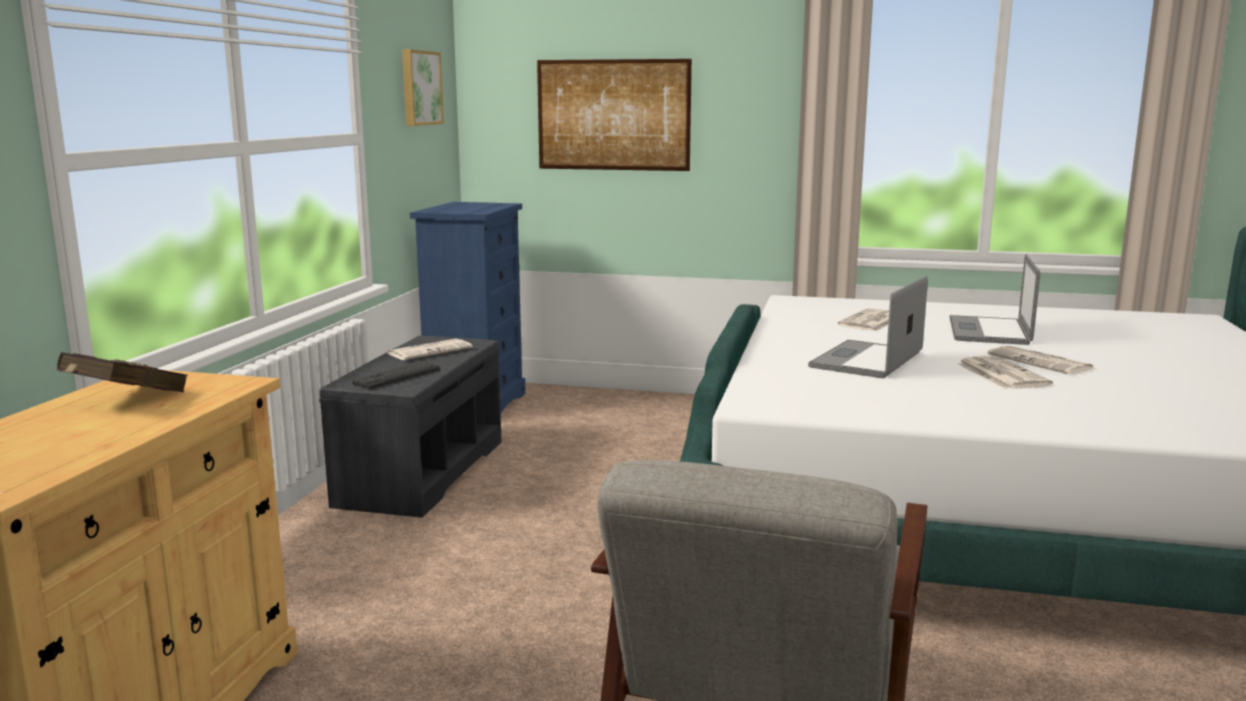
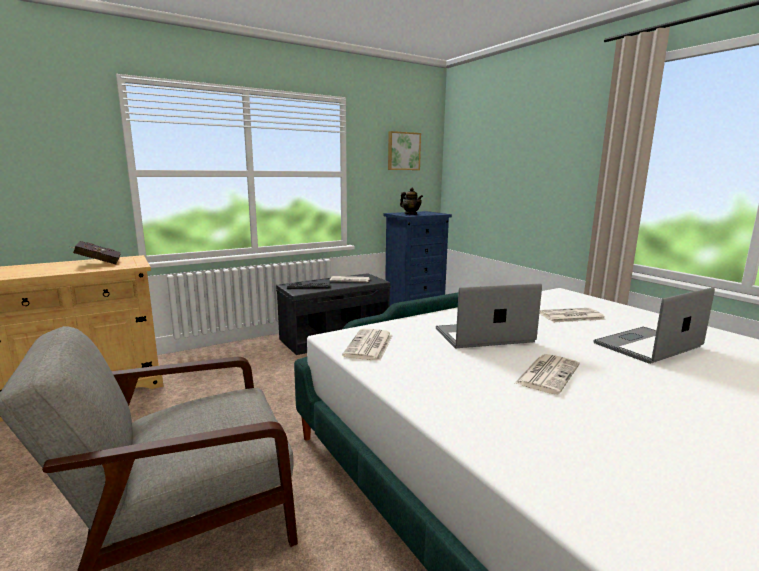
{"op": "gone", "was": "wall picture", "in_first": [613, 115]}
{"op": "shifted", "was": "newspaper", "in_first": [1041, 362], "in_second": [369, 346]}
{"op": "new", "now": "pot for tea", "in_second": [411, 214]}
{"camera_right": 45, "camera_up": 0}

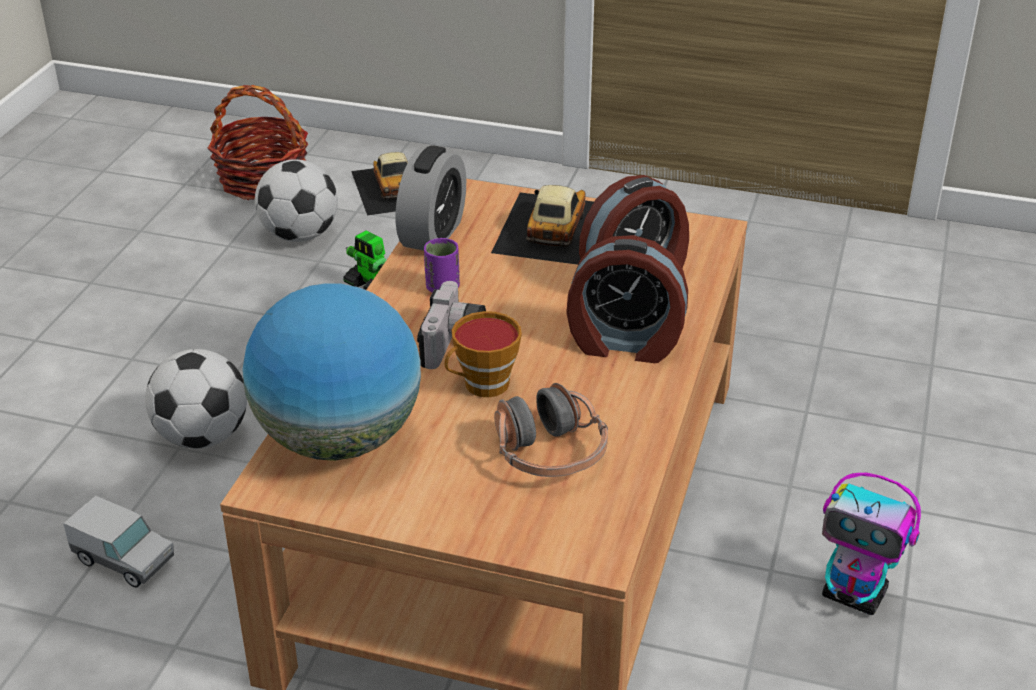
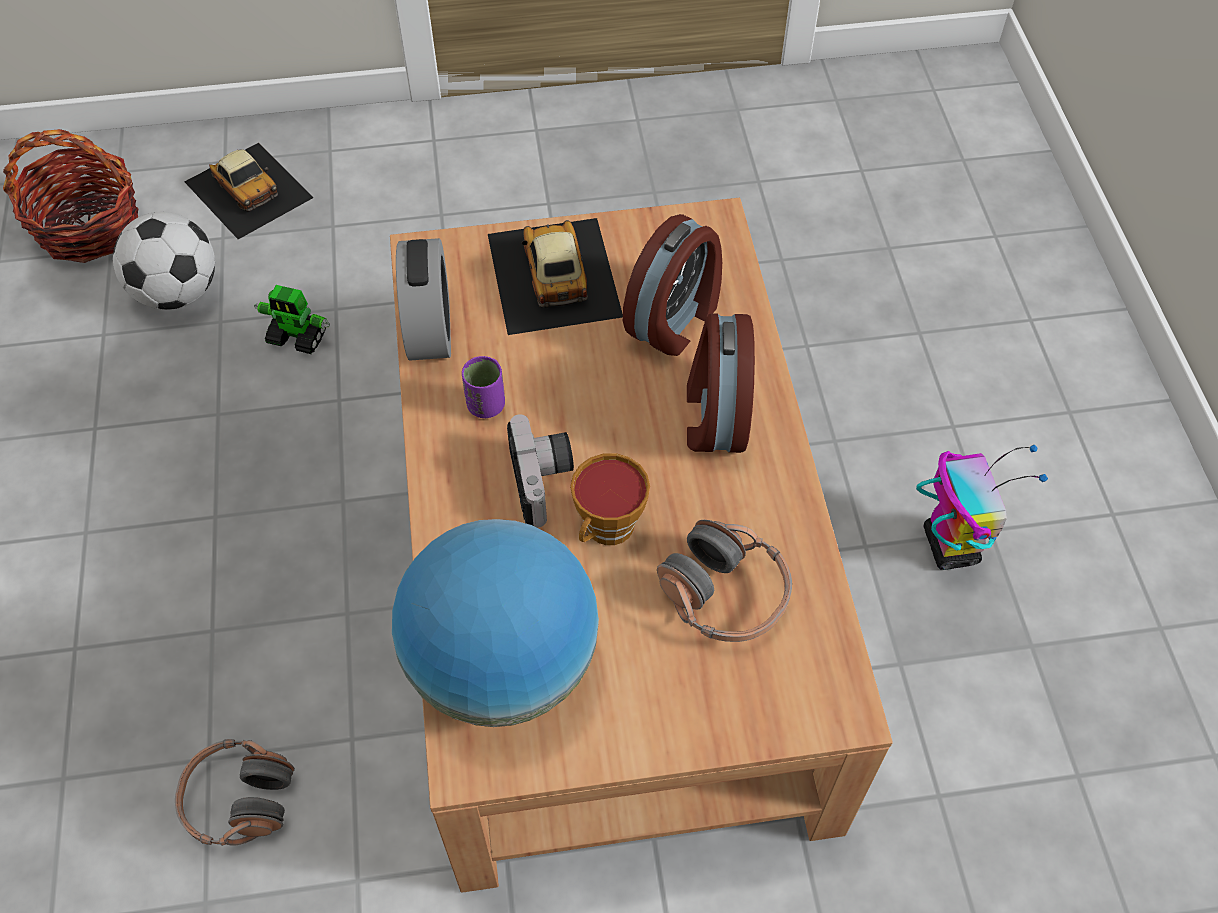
{"op": "swapped", "was": "model truck", "now": "headset", "in_first": [124, 560], "in_second": [239, 799]}
{"op": "gone", "was": "football", "in_first": [203, 436]}
{"op": "rotated", "was": "bedside clock", "in_first": [624, 344], "in_second": [714, 415], "clockwise": 105}
{"op": "rotated", "was": "model robot", "in_first": [855, 595], "in_second": [949, 545], "clockwise": -105}
{"camera_right": -25, "camera_up": 20}

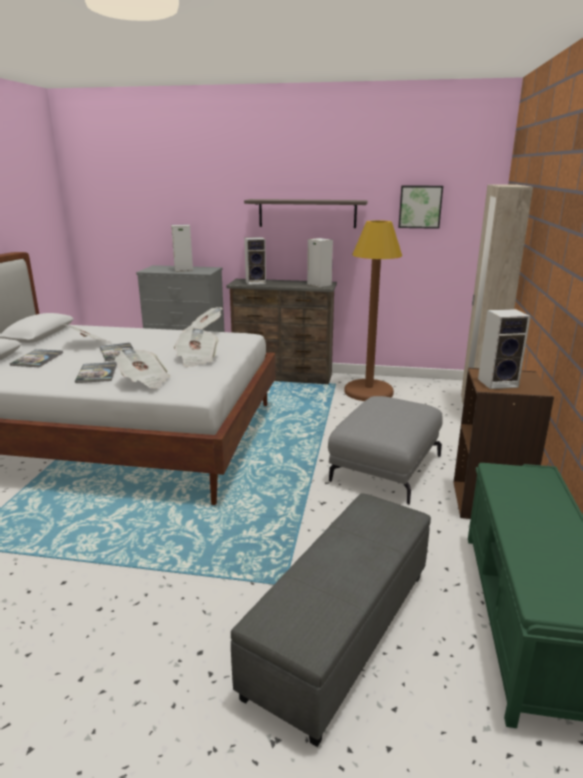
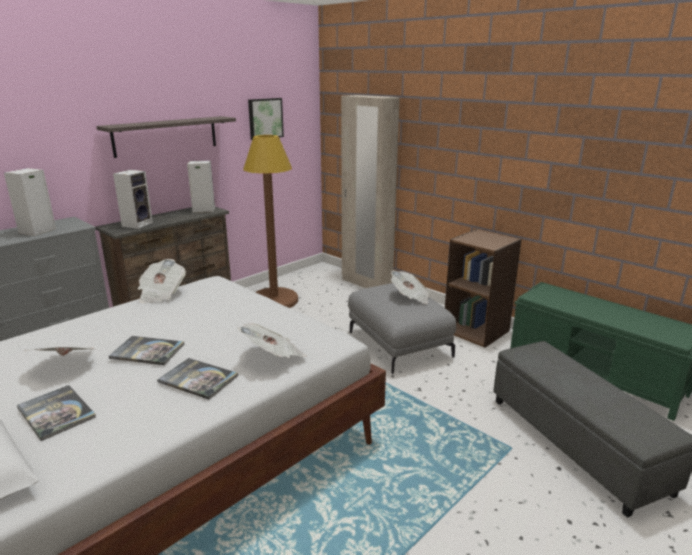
{"op": "shifted", "was": "newspaper", "in_first": [196, 359], "in_second": [410, 297]}
{"op": "gone", "was": "audio speaker", "in_first": [498, 383]}
{"camera_right": -55, "camera_up": 0}

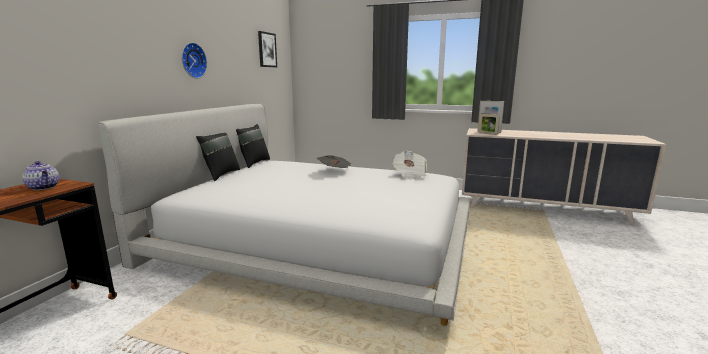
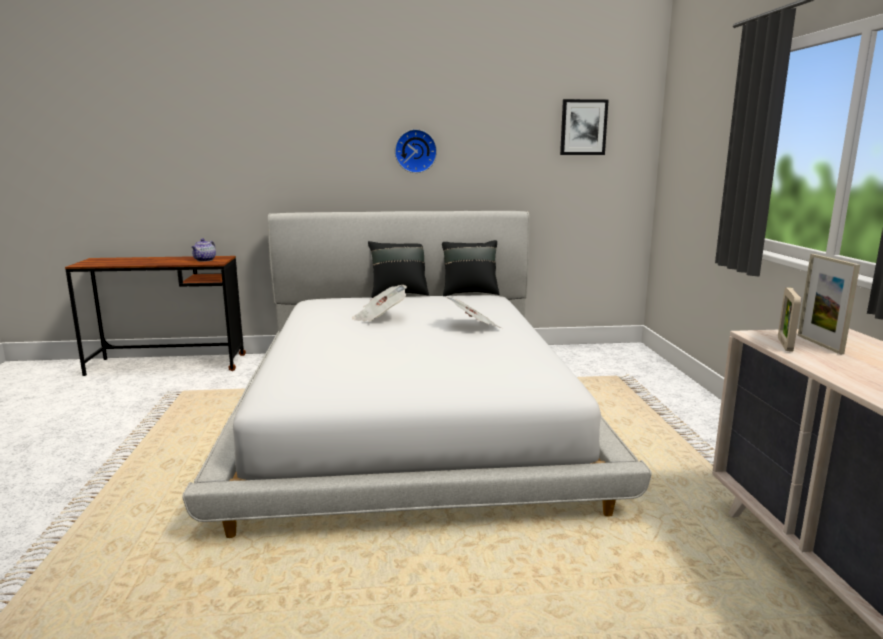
{"op": "shifted", "was": "newspaper", "in_first": [409, 175], "in_second": [380, 318]}
{"camera_right": 65, "camera_up": 0}

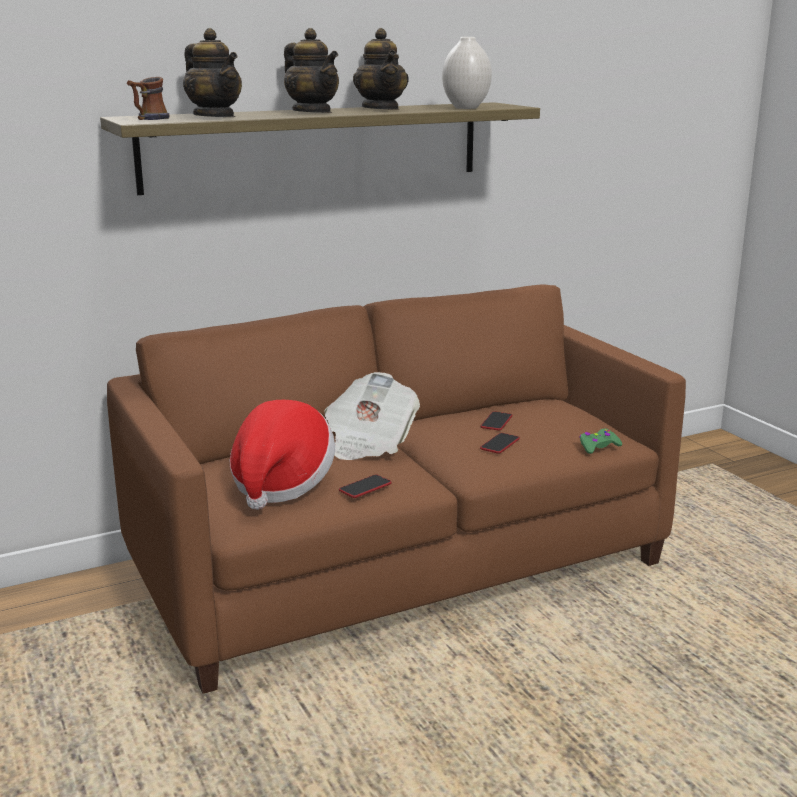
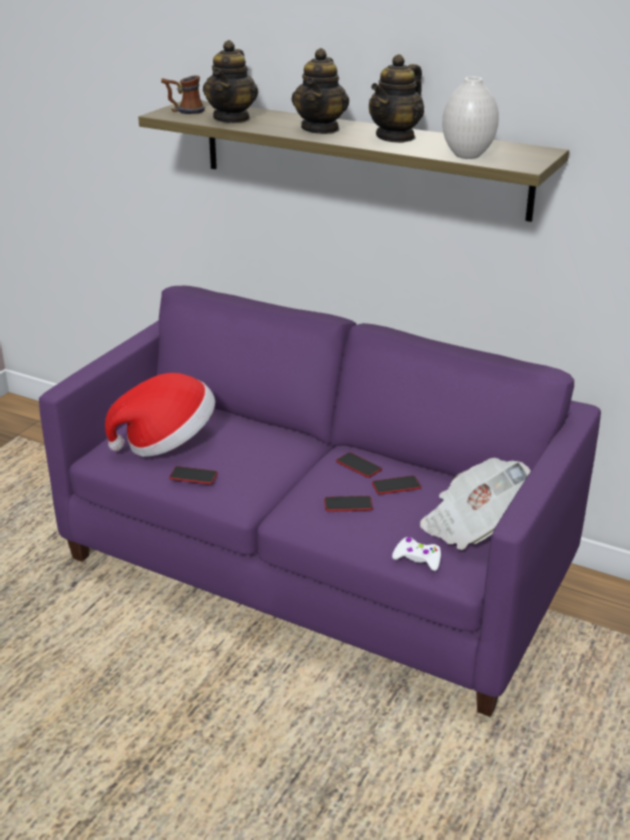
{"op": "repainted", "was": "brown-coloured couch", "now": "purple couch", "in_first": [399, 566], "in_second": [317, 567]}
{"op": "shifted", "was": "newspaper", "in_first": [368, 442], "in_second": [473, 525]}
{"op": "repainted", "was": "green joypad", "now": "white-coloured joypad", "in_first": [598, 446], "in_second": [417, 558]}
{"op": "new", "now": "phone", "in_second": [358, 466]}
{"camera_right": 55, "camera_up": 10}

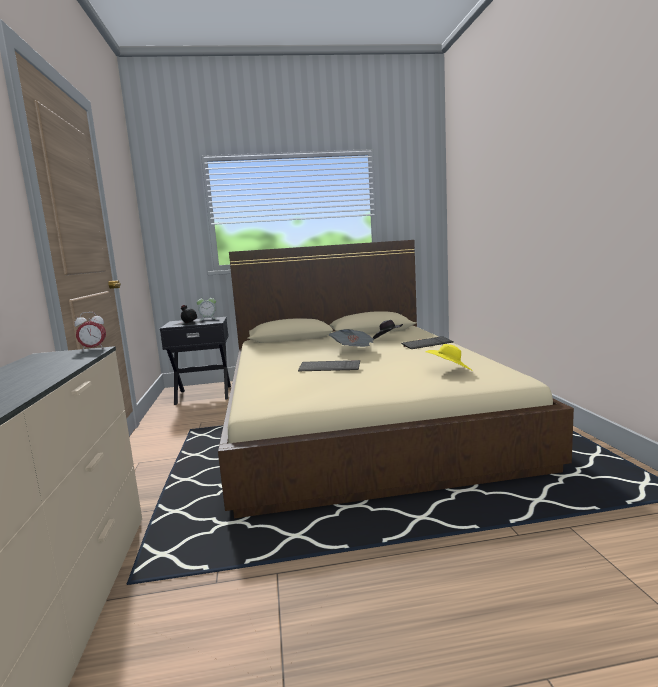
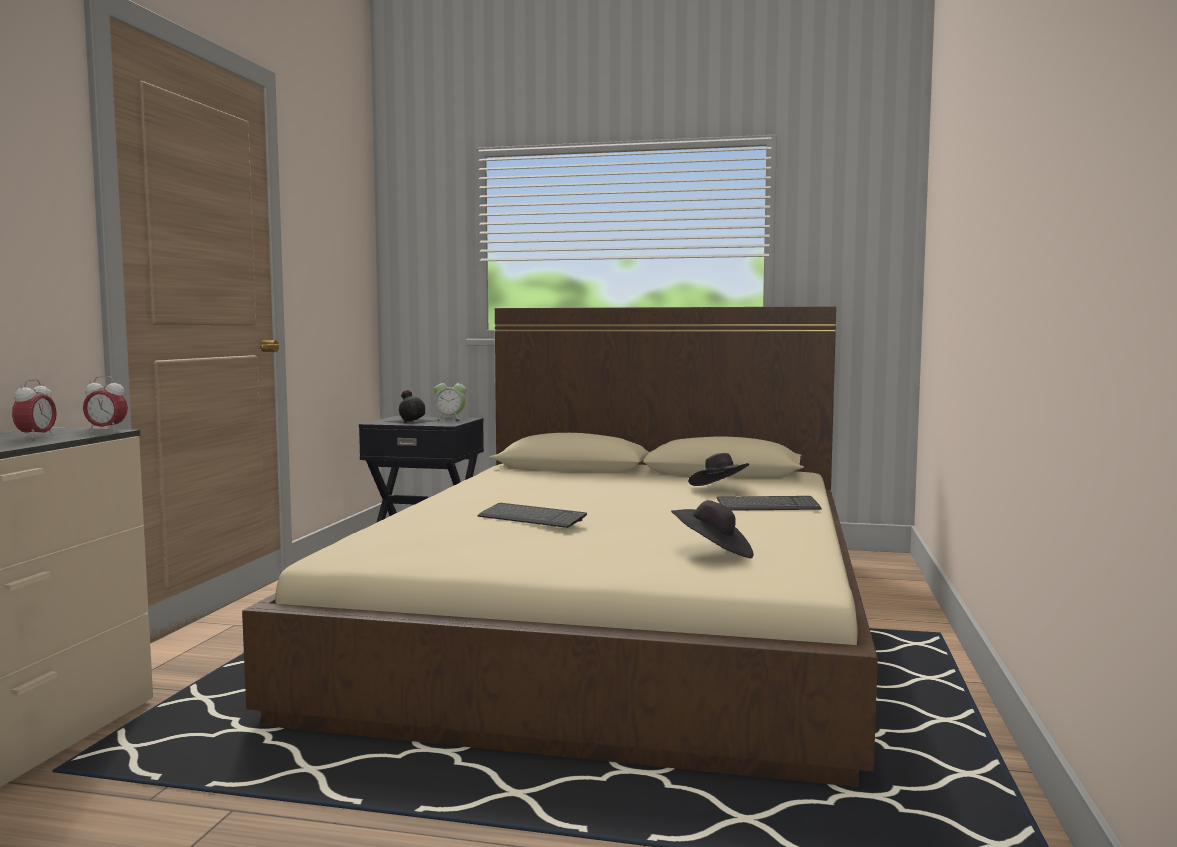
{"op": "gone", "was": "newspaper", "in_first": [353, 351]}
{"op": "repainted", "was": "yellow-coloured clothing hat", "now": "black-coloured clothing hat", "in_first": [449, 371], "in_second": [713, 553]}
{"op": "new", "now": "bedside clock", "in_second": [36, 437]}
{"camera_right": 20, "camera_up": -5}

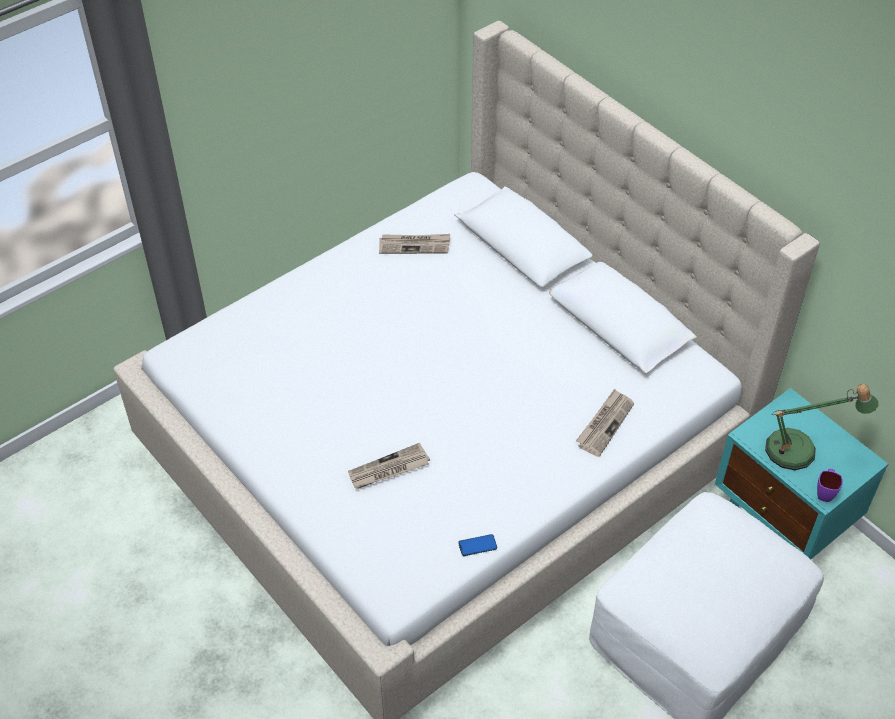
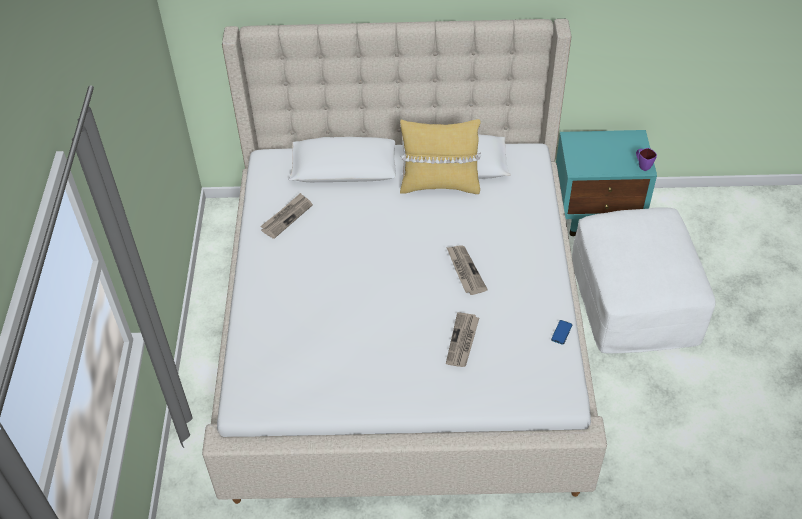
{"op": "shifted", "was": "newspaper", "in_first": [605, 424], "in_second": [465, 271]}
{"op": "gone", "was": "table lamp", "in_first": [799, 451]}
{"op": "new", "now": "yellow-coloured pillow", "in_second": [439, 184]}
{"camera_right": -50, "camera_up": 0}

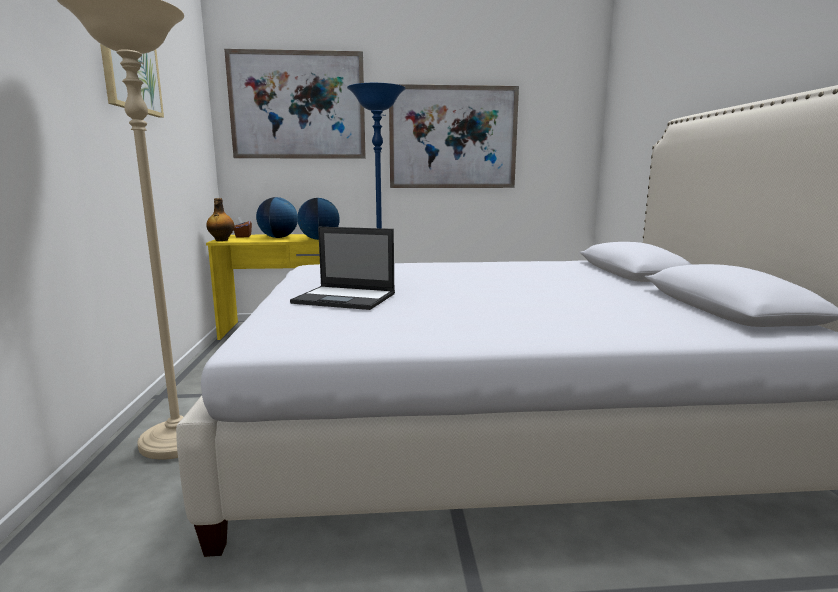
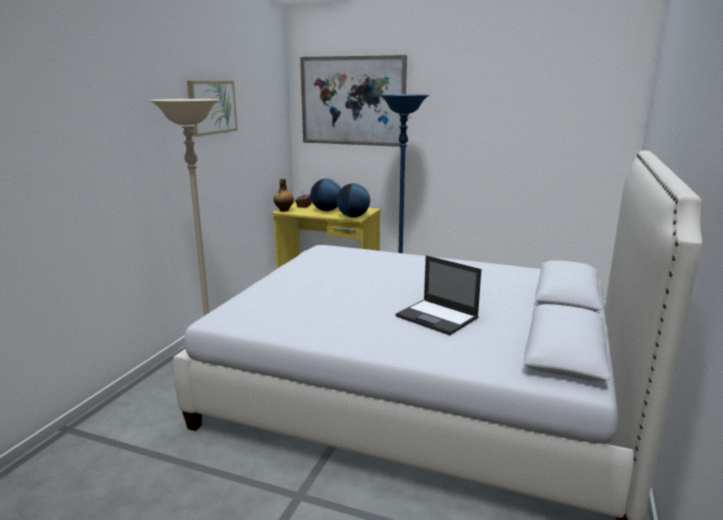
{"op": "shifted", "was": "portable computer", "in_first": [346, 298], "in_second": [437, 317]}
{"op": "gone", "was": "wall picture", "in_first": [453, 137]}
{"camera_right": 25, "camera_up": 5}

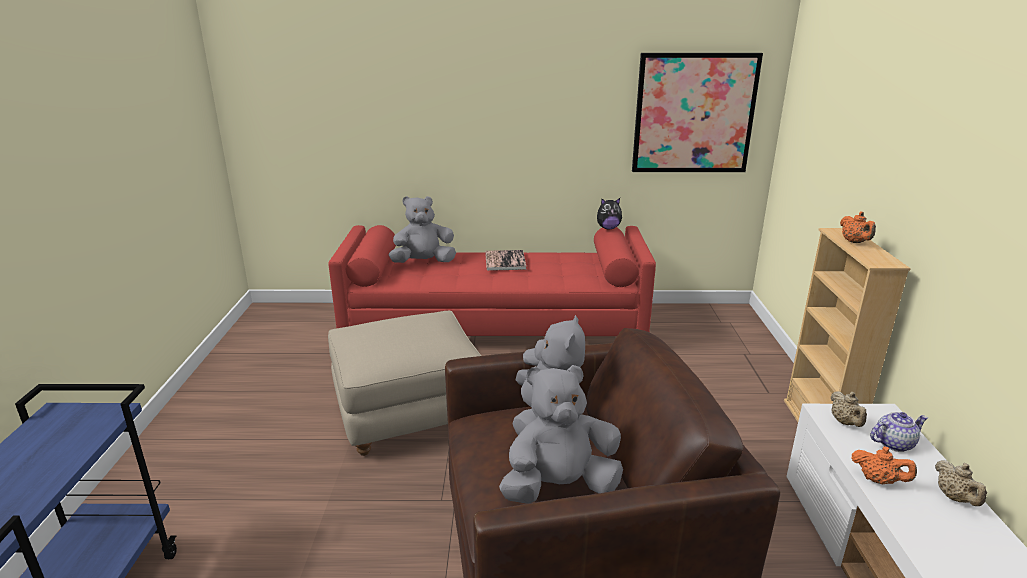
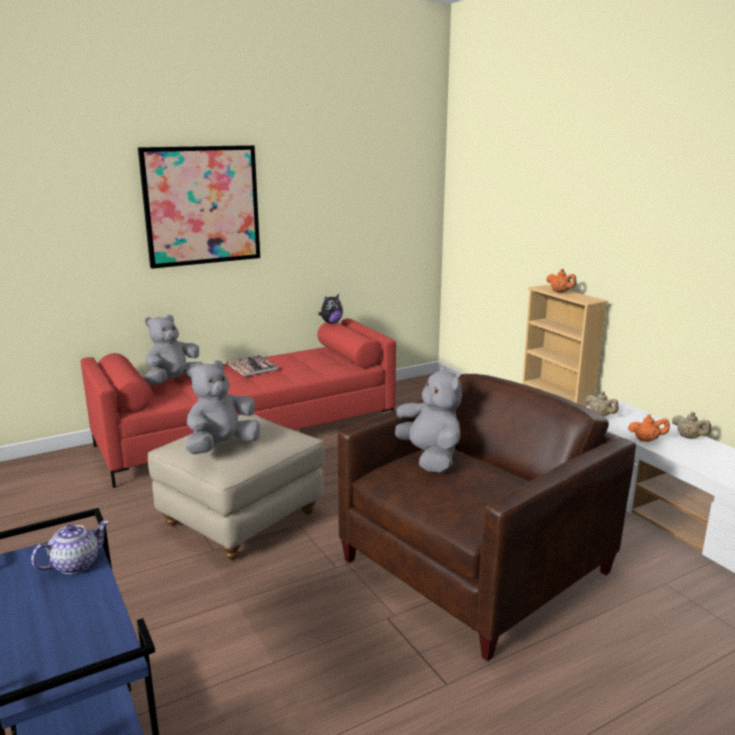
{"op": "shifted", "was": "gray cuddly toy", "in_first": [560, 487], "in_second": [221, 447]}
{"op": "shifted", "was": "wall picture", "in_first": [694, 113], "in_second": [202, 205]}
{"op": "shifted", "was": "pot for tea", "in_first": [893, 443], "in_second": [75, 564]}
{"camera_right": -30, "camera_up": -5}

